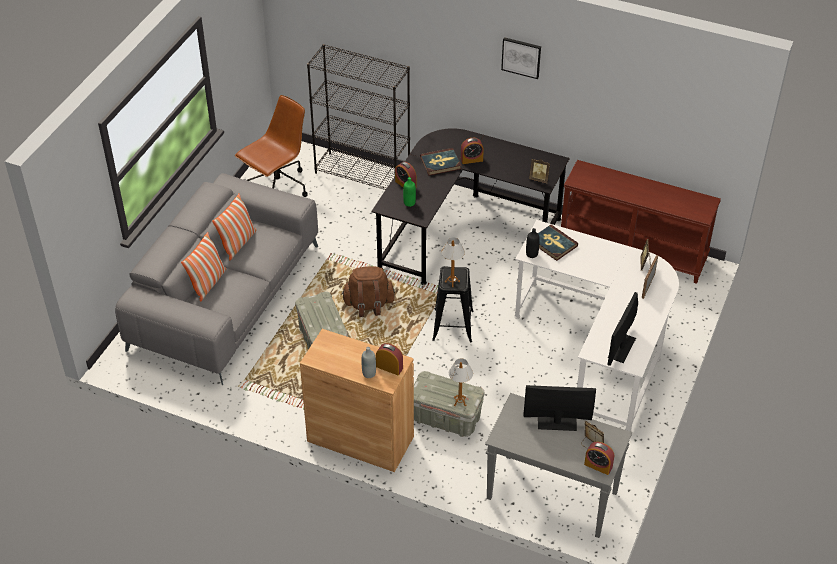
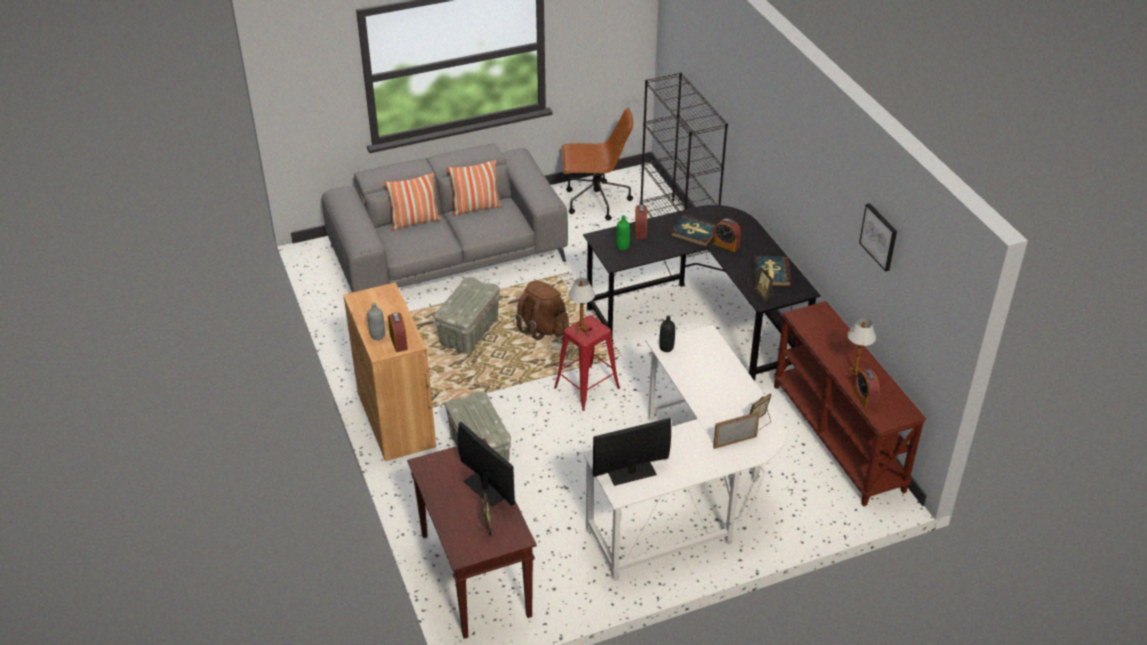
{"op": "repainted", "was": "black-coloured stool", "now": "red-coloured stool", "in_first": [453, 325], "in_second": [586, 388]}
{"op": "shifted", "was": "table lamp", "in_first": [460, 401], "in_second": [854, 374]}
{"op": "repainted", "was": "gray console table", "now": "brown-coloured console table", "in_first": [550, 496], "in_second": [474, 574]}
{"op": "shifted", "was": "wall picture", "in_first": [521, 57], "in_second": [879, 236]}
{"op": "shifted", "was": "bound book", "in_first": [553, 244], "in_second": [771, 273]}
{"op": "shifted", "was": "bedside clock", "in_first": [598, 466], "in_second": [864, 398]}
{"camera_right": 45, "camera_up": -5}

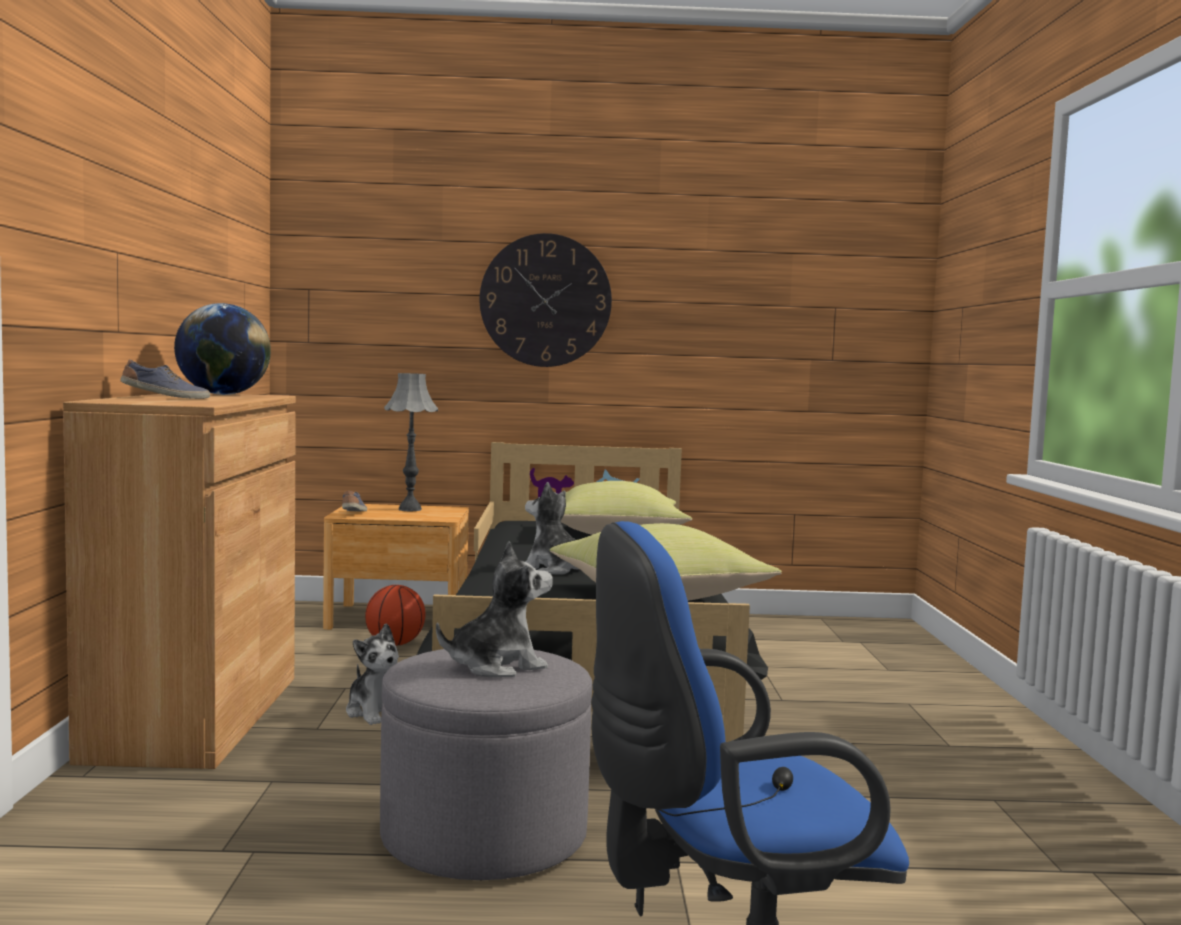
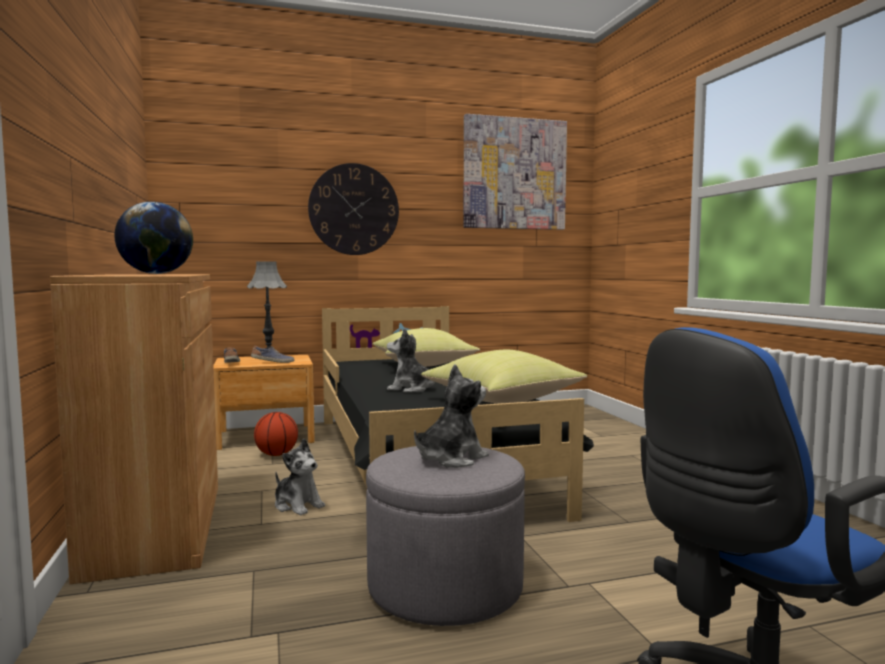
{"op": "shifted", "was": "shoe", "in_first": [165, 398], "in_second": [273, 363]}
{"op": "new", "now": "wall picture", "in_second": [514, 174]}
{"camera_right": -15, "camera_up": 0}

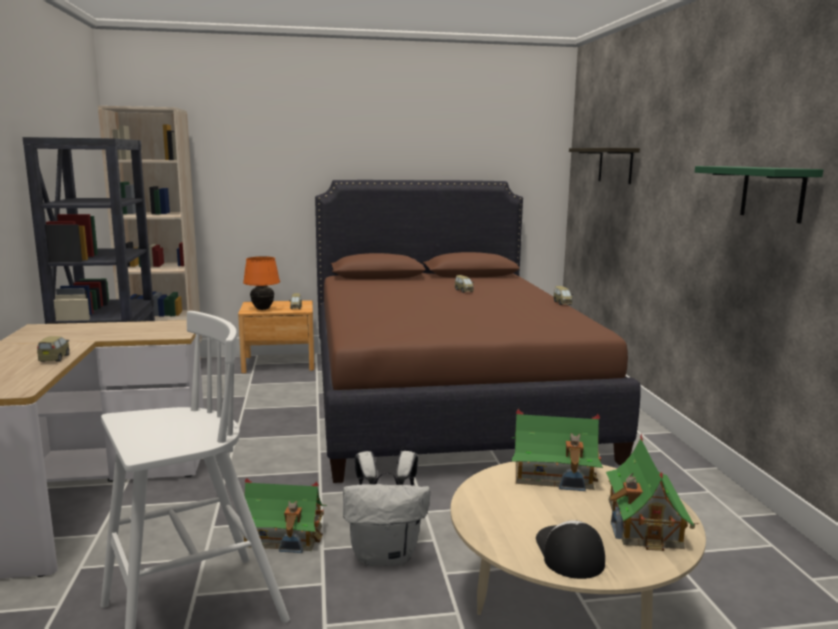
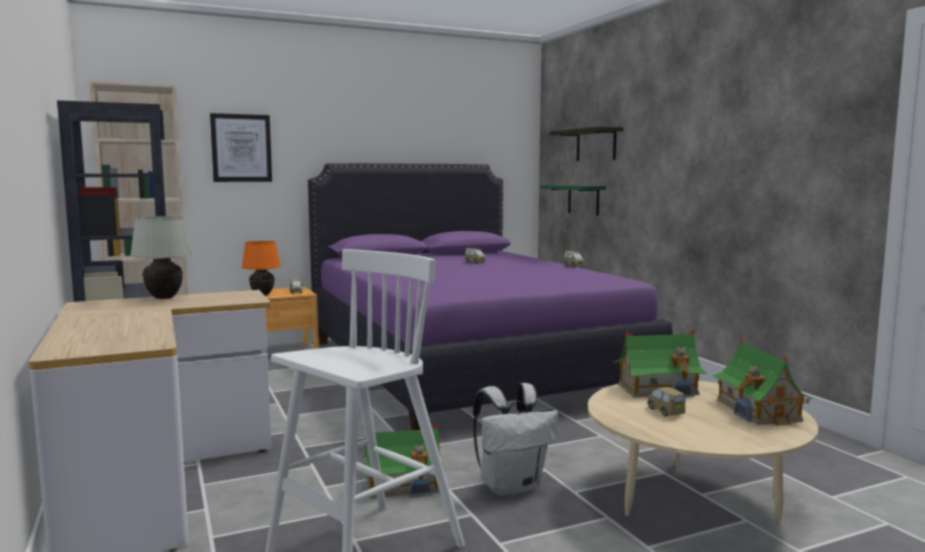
{"op": "shifted", "was": "miniature car", "in_first": [55, 358], "in_second": [665, 411]}
{"op": "repainted", "was": "brown-coloured bedroom bed", "now": "purple bedroom bed", "in_first": [443, 398], "in_second": [465, 366]}
{"op": "gone", "was": "baseball cap", "in_first": [568, 552]}
{"op": "shifted", "was": "green bracket shelf", "in_first": [772, 193], "in_second": [583, 199]}
{"op": "new", "now": "white-coloured table lamp", "in_second": [164, 298]}
{"op": "new", "now": "wall picture", "in_second": [241, 148]}
{"camera_right": -15, "camera_up": -5}

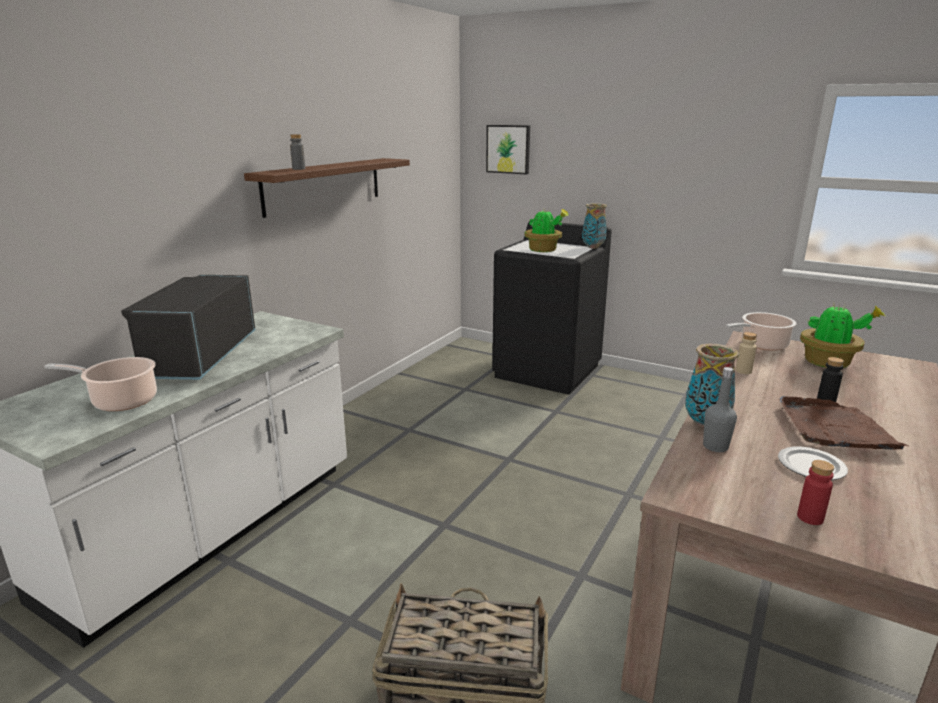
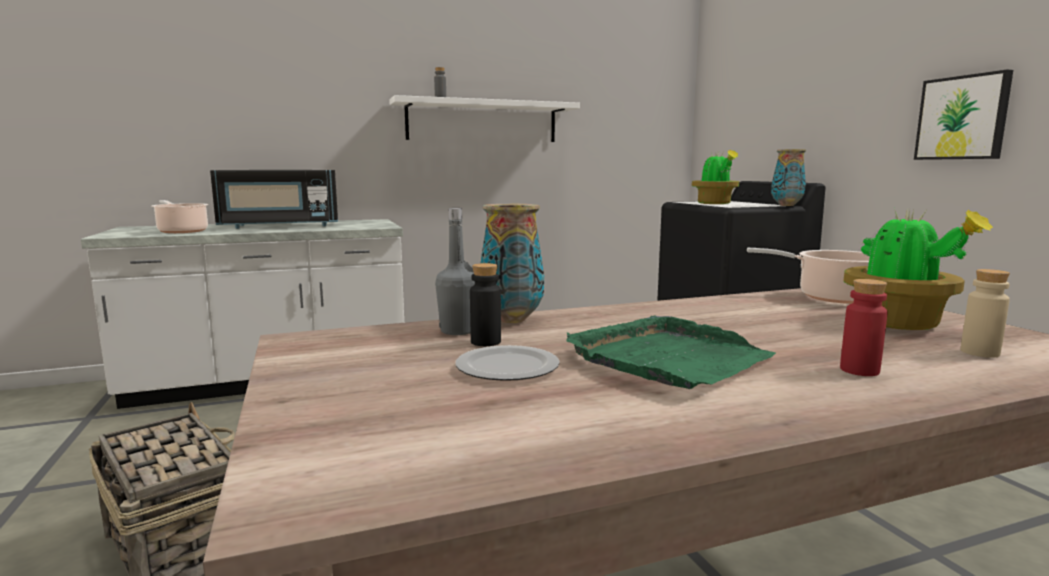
{"op": "rotated", "was": "black-coloured kitchen microwave", "in_first": [201, 356], "in_second": [280, 226], "clockwise": -150}
{"op": "repainted", "was": "brown-coloured bracket shelf", "now": "white-coloured bracket shelf", "in_first": [324, 185], "in_second": [482, 121]}
{"op": "shifted", "was": "wall picture", "in_first": [508, 149], "in_second": [962, 118]}
{"op": "shifted", "was": "beige beverage bottle", "in_first": [743, 371], "in_second": [979, 352]}
{"op": "repainted", "was": "brown-coloured tray", "now": "green tray", "in_first": [834, 428], "in_second": [668, 358]}
{"op": "shifted", "was": "red-coloured beverage bottle", "in_first": [810, 518], "in_second": [859, 370]}
{"op": "shifted", "was": "black-coloured beverage bottle", "in_first": [826, 400], "in_second": [485, 342]}
{"camera_right": 40, "camera_up": -10}

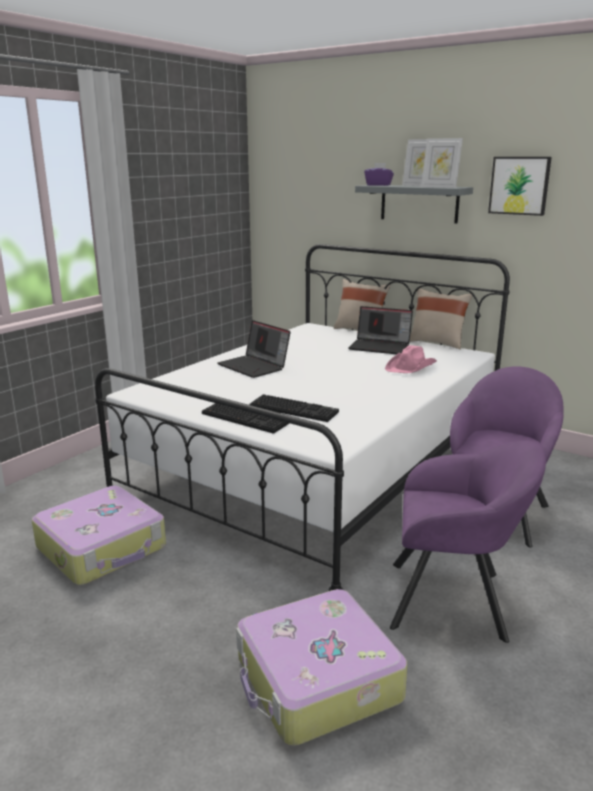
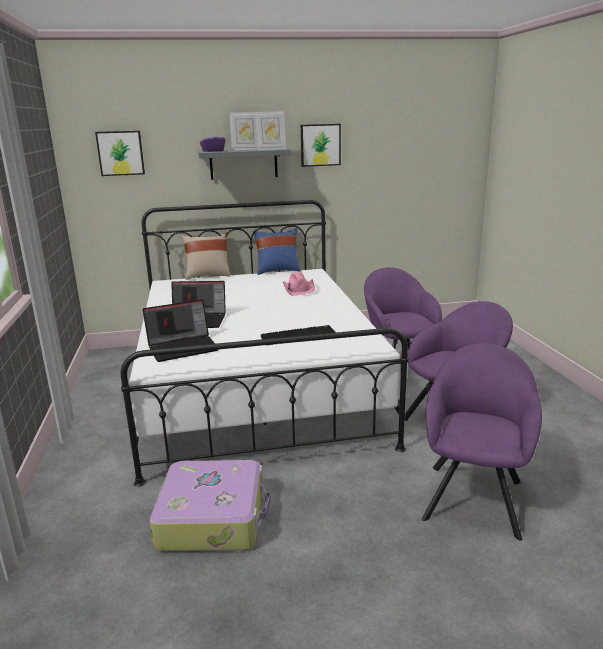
{"op": "gone", "was": "computer keyboard", "in_first": [246, 418]}
{"op": "swapped", "was": "piece of luggage", "now": "purple armchair", "in_first": [317, 681], "in_second": [474, 495]}
{"op": "shifted", "was": "portable computer", "in_first": [380, 346], "in_second": [183, 347]}
{"op": "repainted", "was": "beige pillow", "now": "blue pillow", "in_first": [437, 343], "in_second": [277, 271]}
{"op": "new", "now": "wall picture", "in_second": [120, 153]}
{"camera_right": -45, "camera_up": 0}

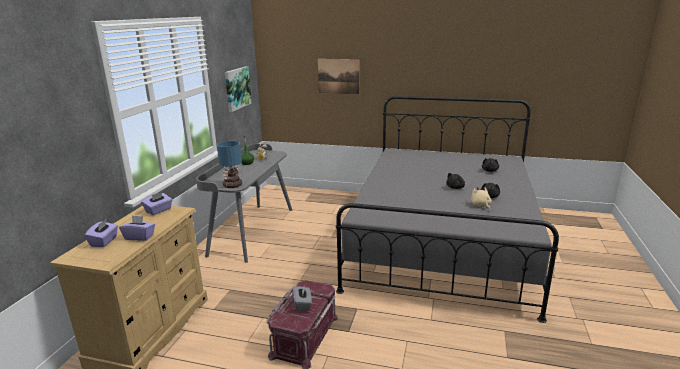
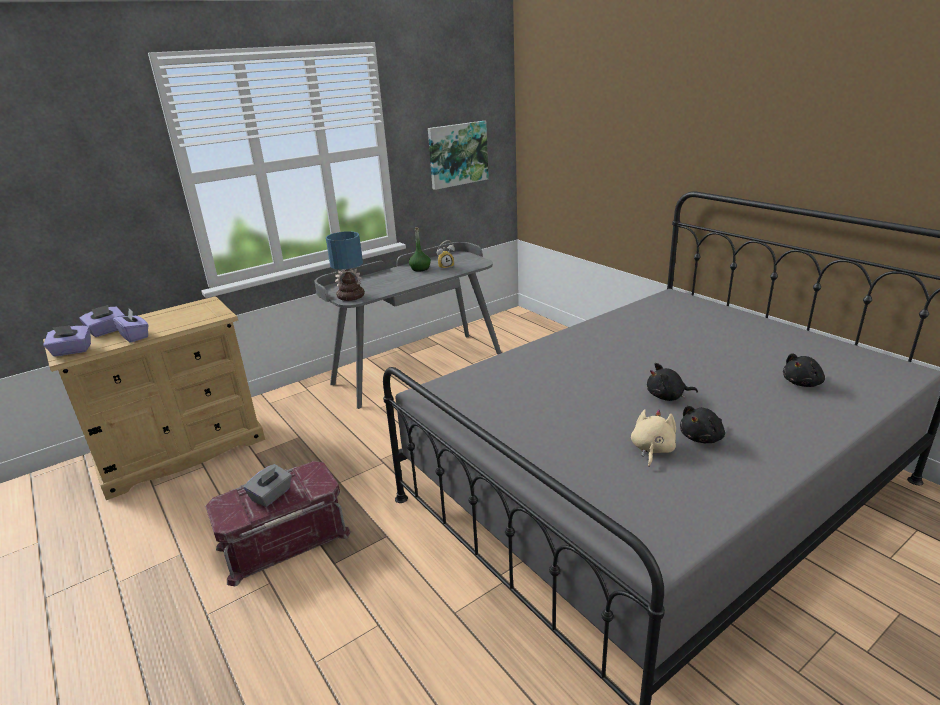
{"op": "shifted", "was": "purple box of tissues", "in_first": [158, 210], "in_second": [72, 351]}
{"op": "gone", "was": "wall picture", "in_first": [338, 76]}
{"camera_right": 40, "camera_up": 5}

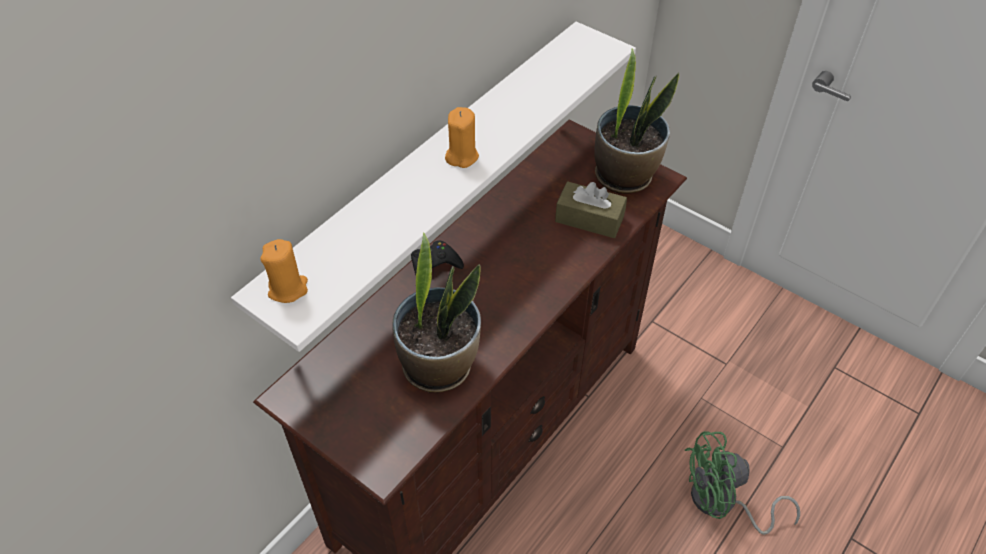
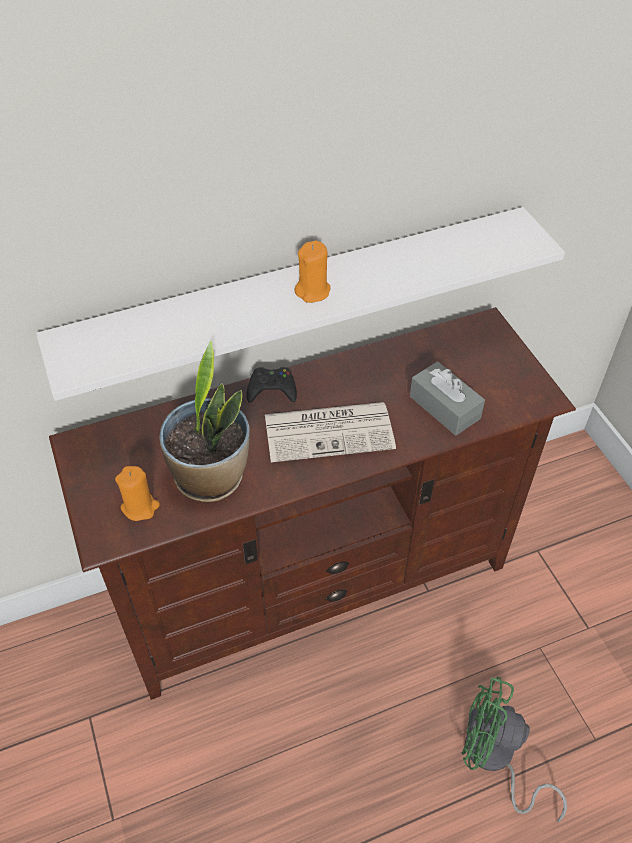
{"op": "shifted", "was": "orange-coloured candle", "in_first": [288, 289], "in_second": [140, 507]}
{"op": "repainted", "was": "brown-coloured box of tissues", "now": "gray box of tissues", "in_first": [589, 219], "in_second": [444, 407]}
{"op": "gone", "was": "houseplant", "in_first": [624, 176]}
{"op": "new", "now": "newspaper", "in_second": [330, 431]}
{"camera_right": 30, "camera_up": 0}

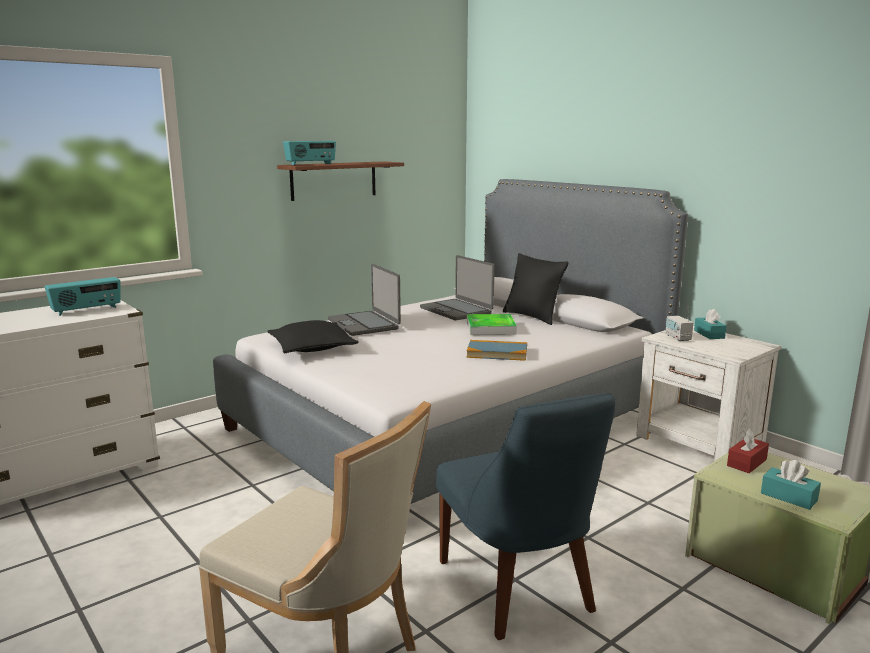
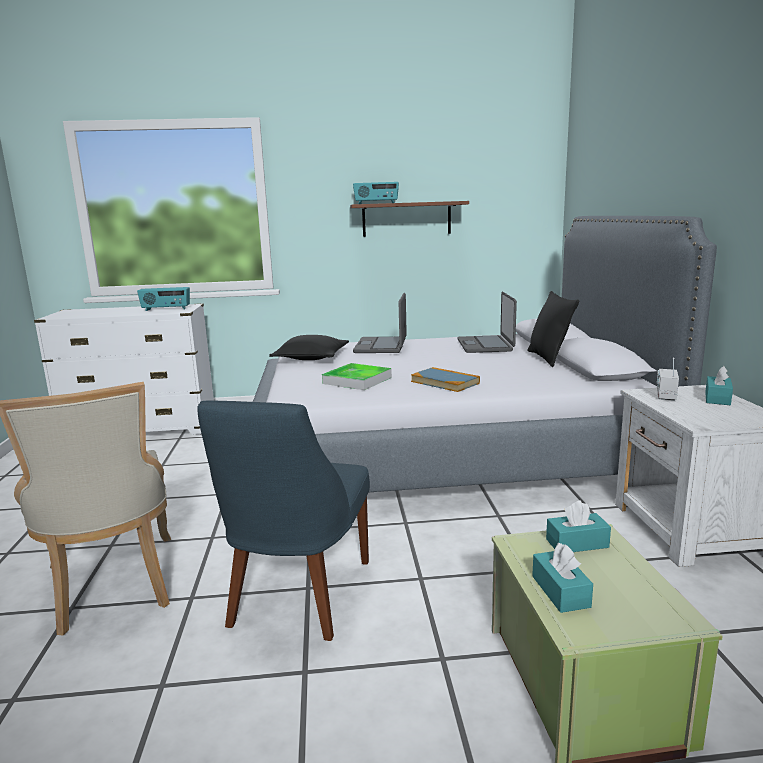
{"op": "shifted", "was": "tray", "in_first": [490, 328], "in_second": [357, 380]}
{"op": "repainted", "was": "red-coloured box of tissues", "now": "blue-green box of tissues", "in_first": [746, 463], "in_second": [577, 543]}
{"camera_right": 35, "camera_up": 0}

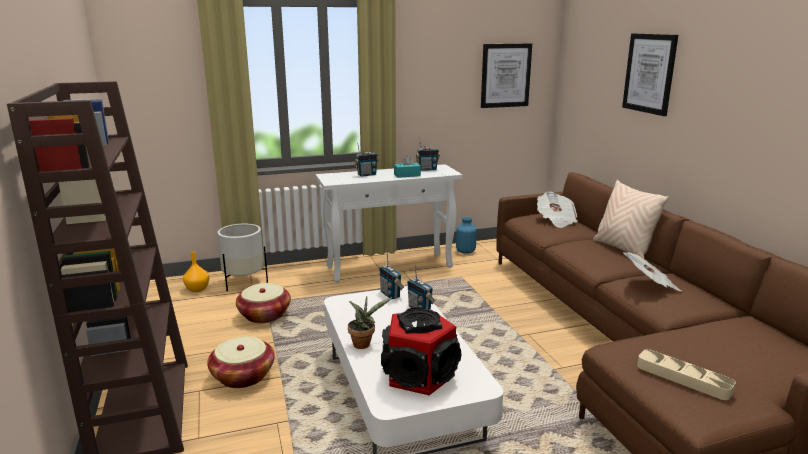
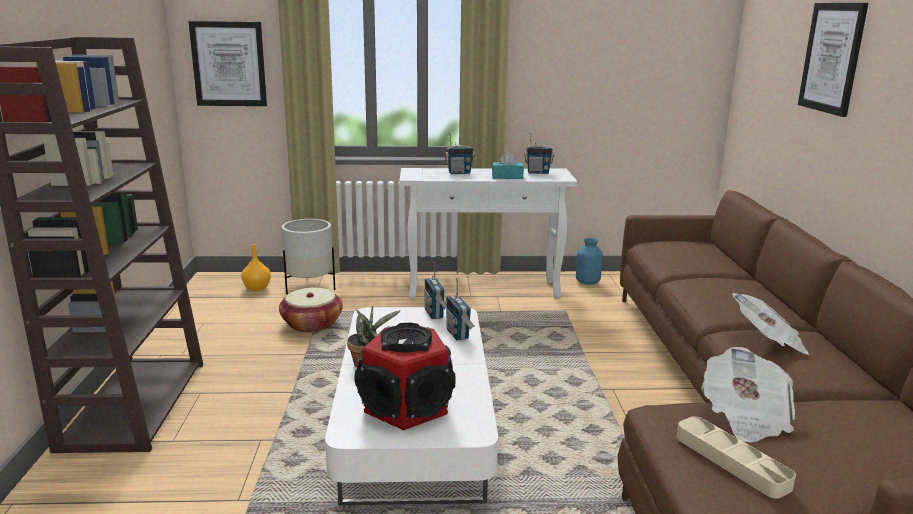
{"op": "gone", "was": "basket", "in_first": [243, 376]}
{"op": "shifted", "was": "wall picture", "in_first": [505, 75], "in_second": [229, 64]}
{"op": "shifted", "was": "newspaper", "in_first": [556, 220], "in_second": [745, 417]}
{"op": "gone", "was": "beige pillow", "in_first": [623, 249]}
{"camera_right": 15, "camera_up": 0}

